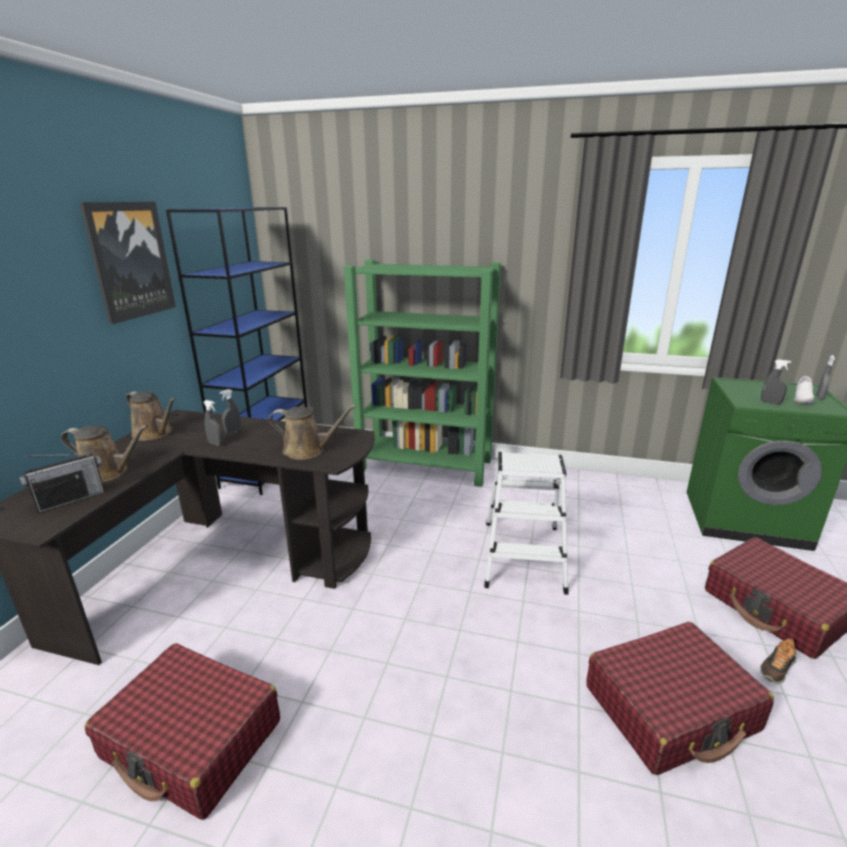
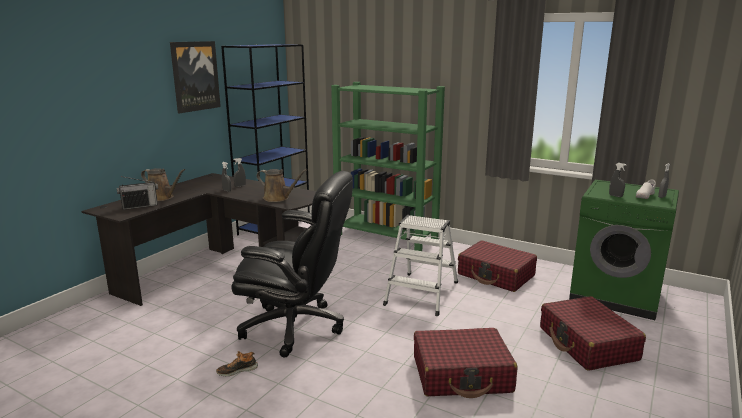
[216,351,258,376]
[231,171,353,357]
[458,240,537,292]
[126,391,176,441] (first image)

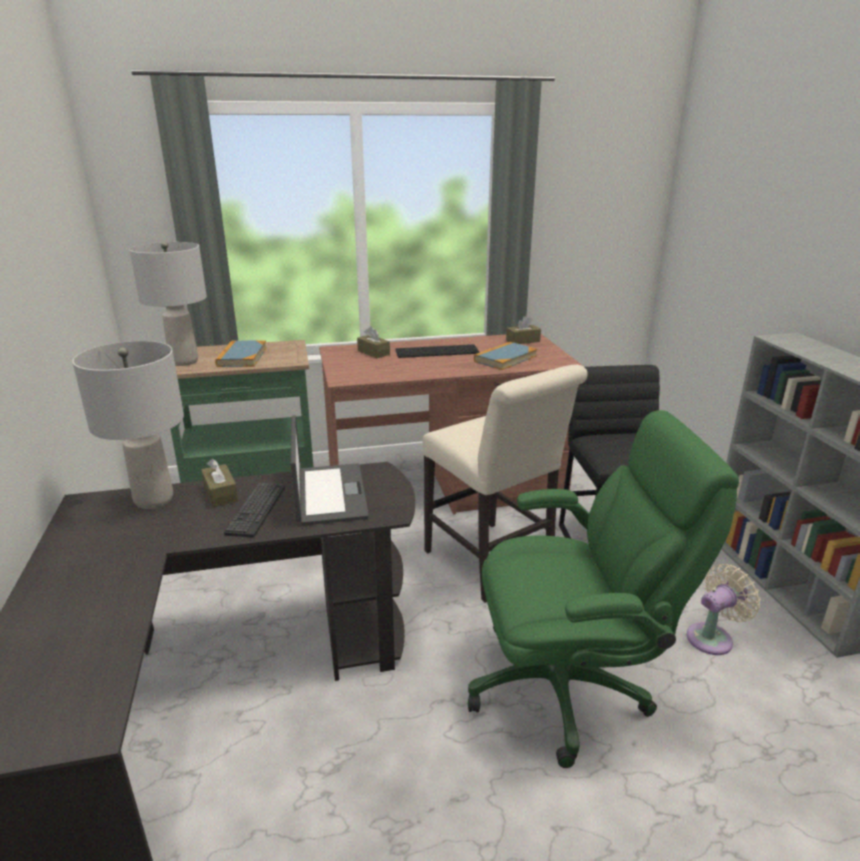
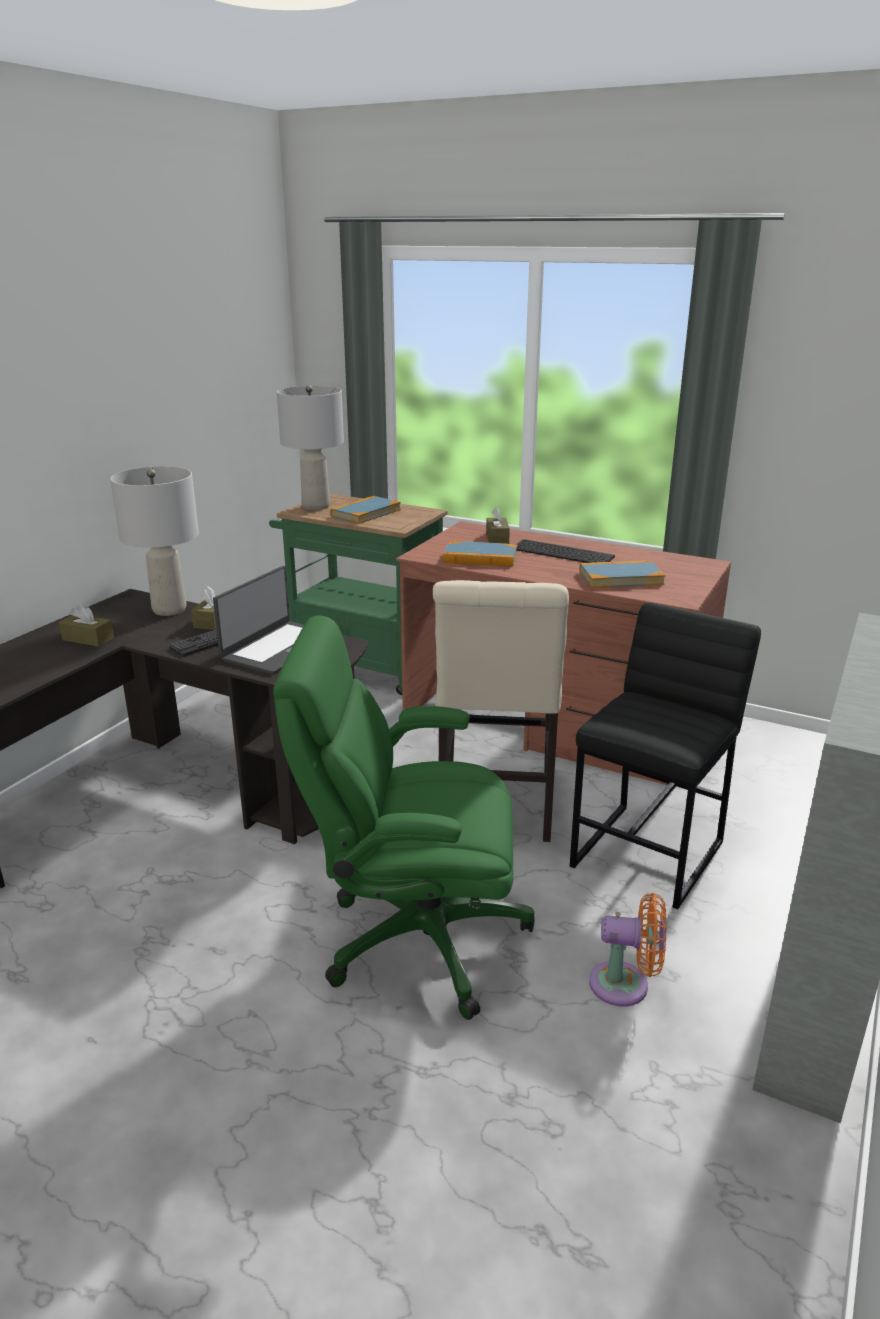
[59,604,114,647]
[273,615,535,1020]
[443,541,517,566]
[589,893,667,1007]

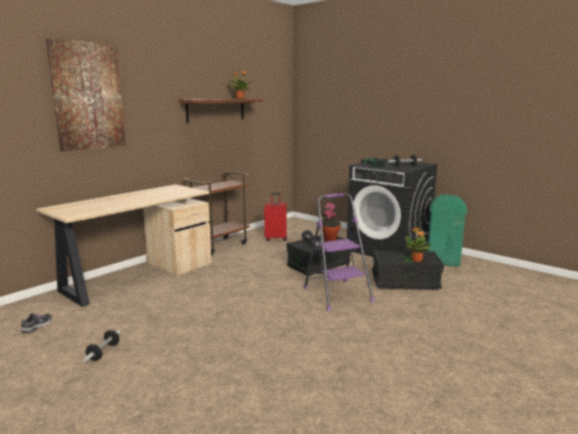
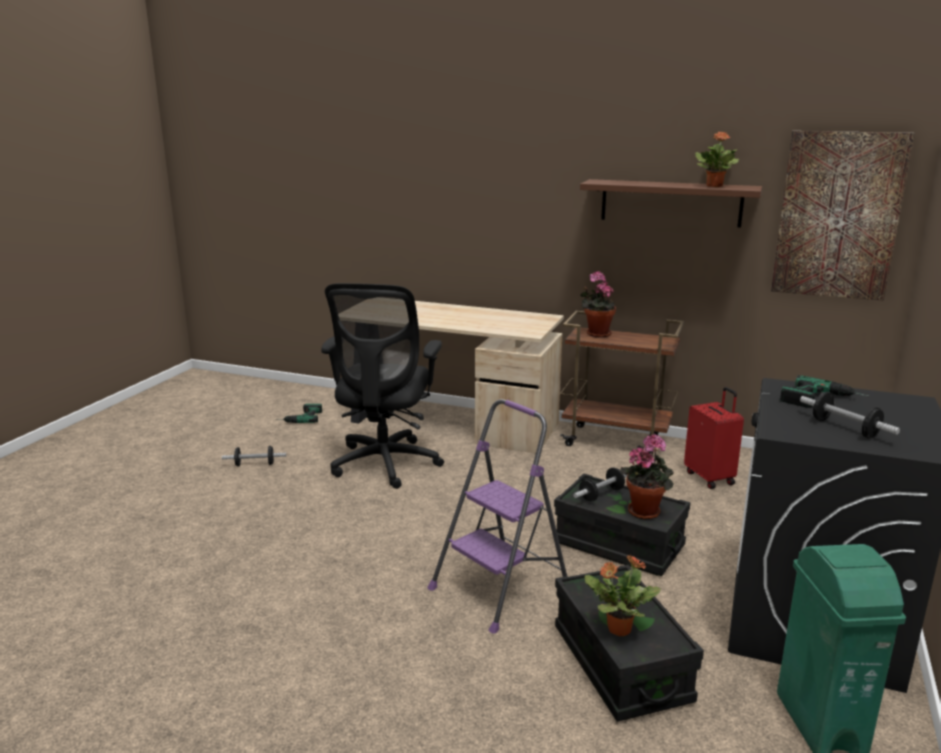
[276,404,322,423]
[321,283,444,489]
[580,271,616,338]
[771,131,915,301]

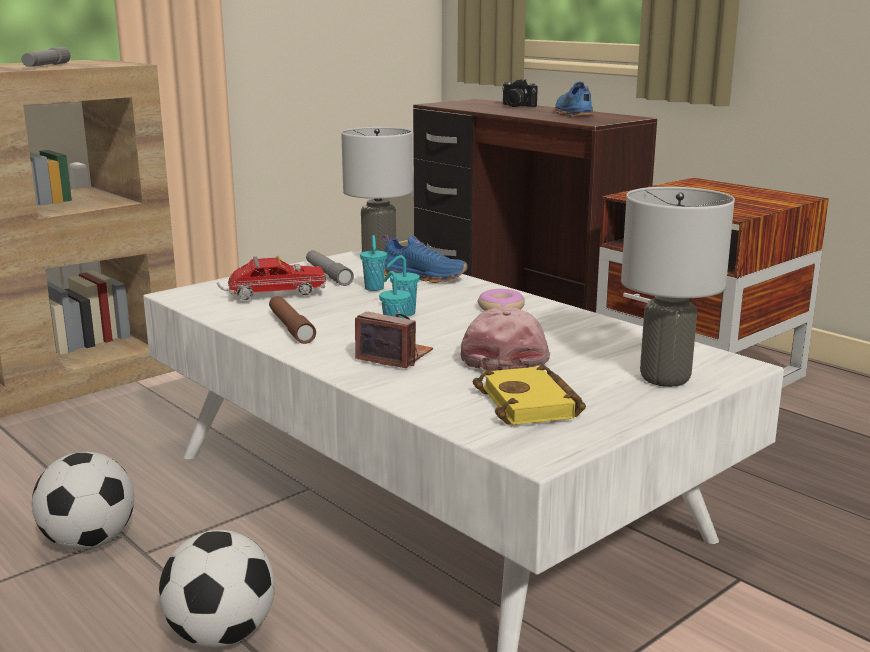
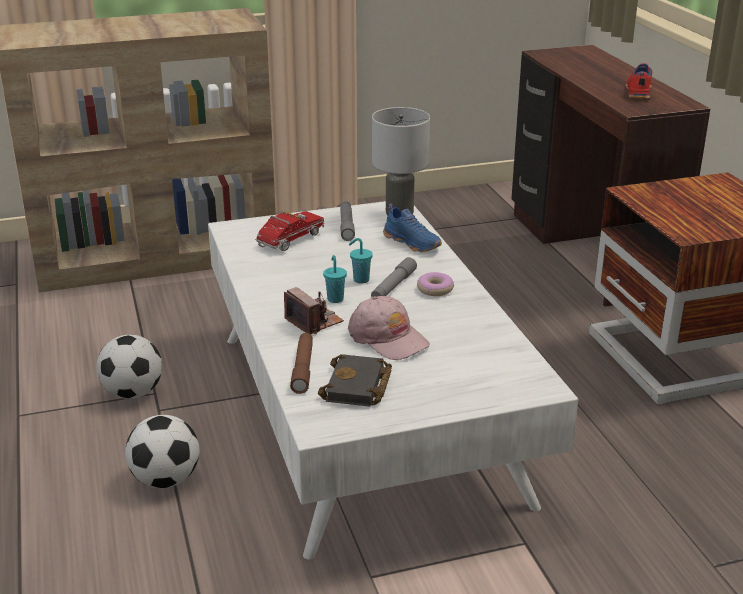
[255,211,324,251]
[290,333,313,394]
[318,354,392,407]
[348,296,430,360]
[371,257,417,297]
[625,63,652,99]
[360,235,387,291] (first image)
[502,79,538,107] (first image)
[621,187,735,387] (first image)

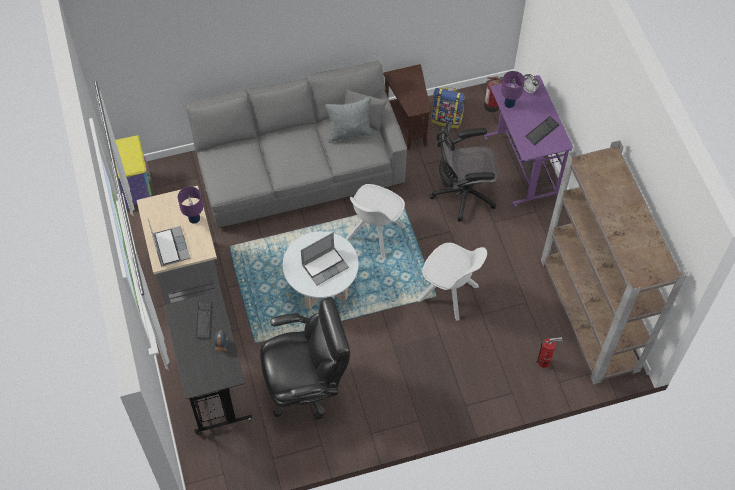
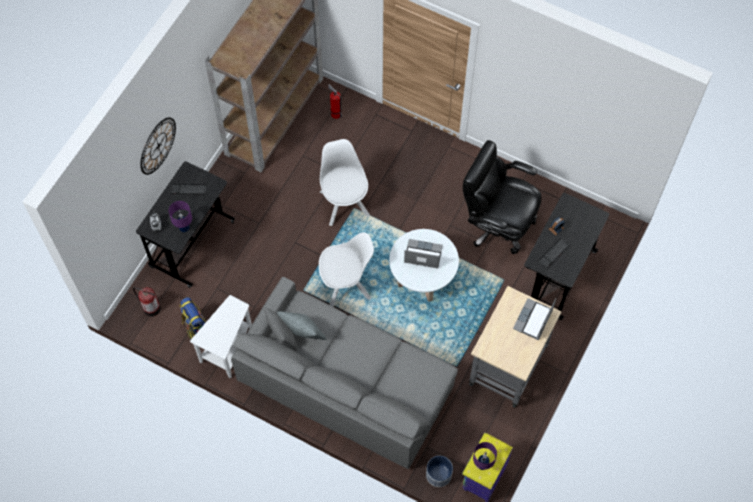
[136,161,235,288]
[140,117,176,175]
[190,295,252,379]
[426,456,453,487]
[473,442,497,470]
[429,122,498,222] (first image)

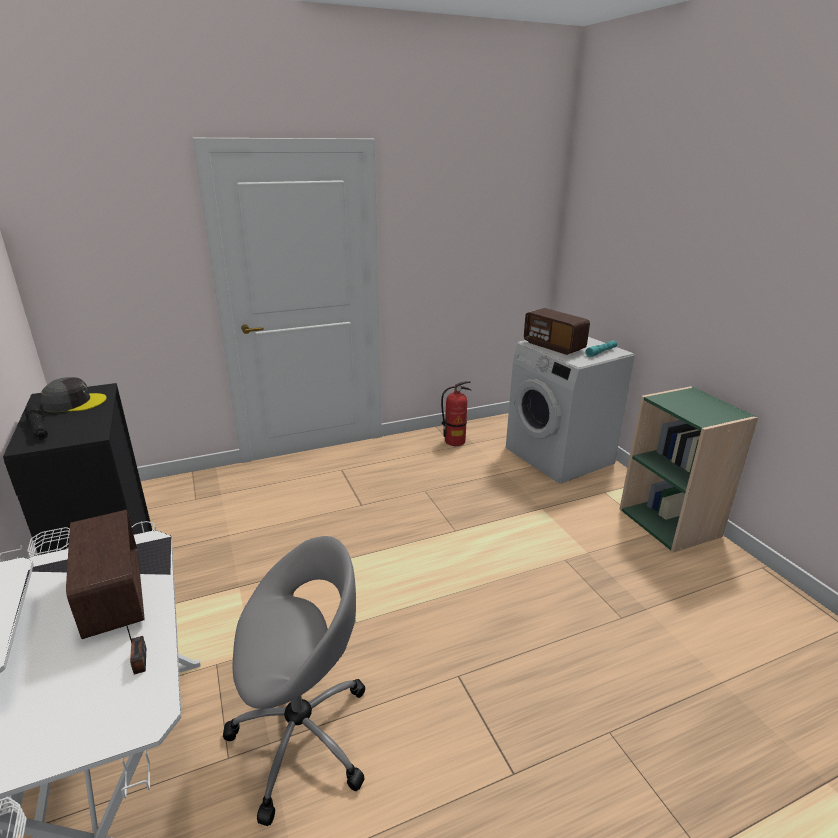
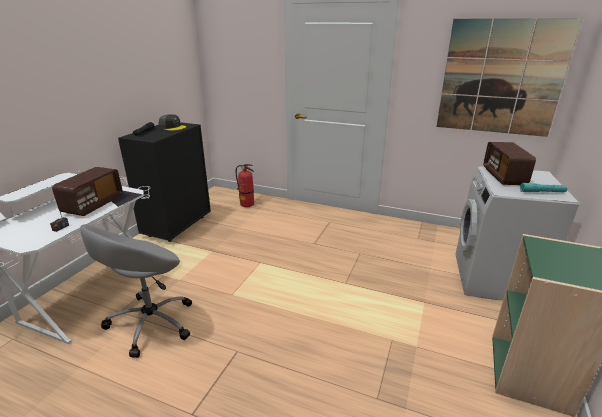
[80,224,192,358]
[236,164,254,207]
[436,18,582,137]

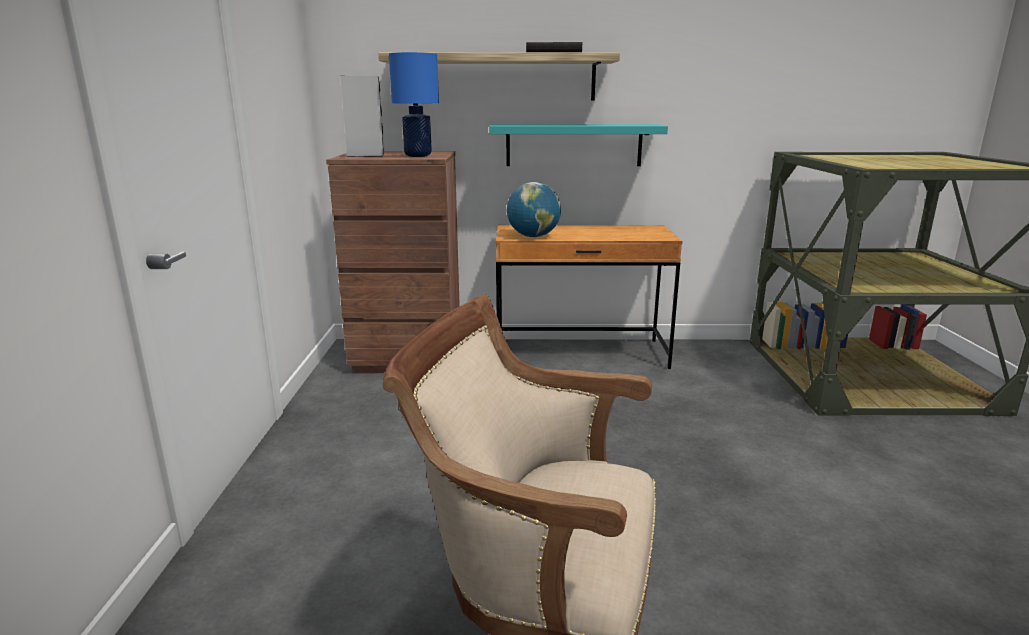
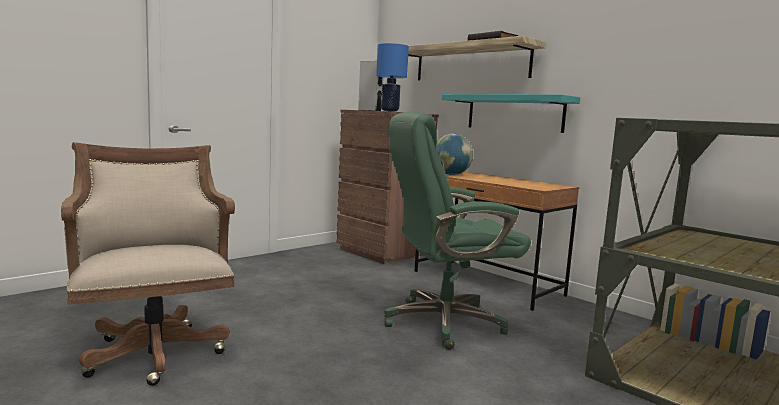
[384,112,531,350]

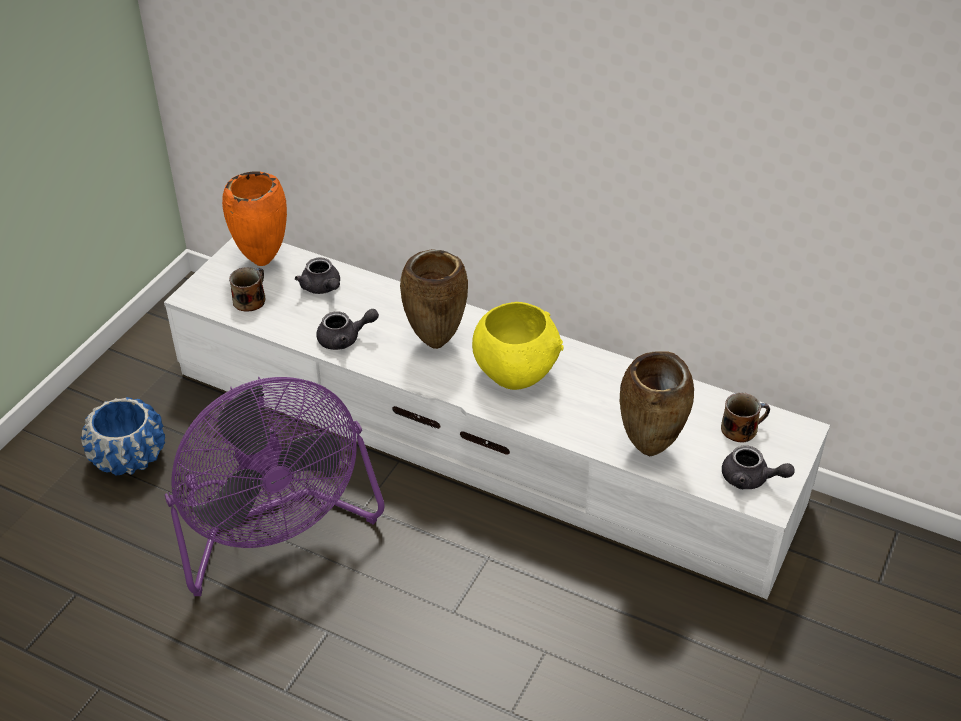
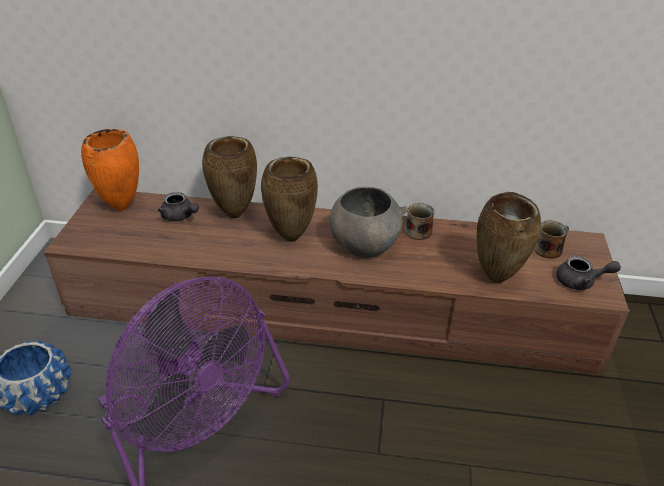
[44,189,630,374]
[202,136,257,218]
[330,187,408,258]
[405,203,434,240]
[316,309,379,350] (first image)

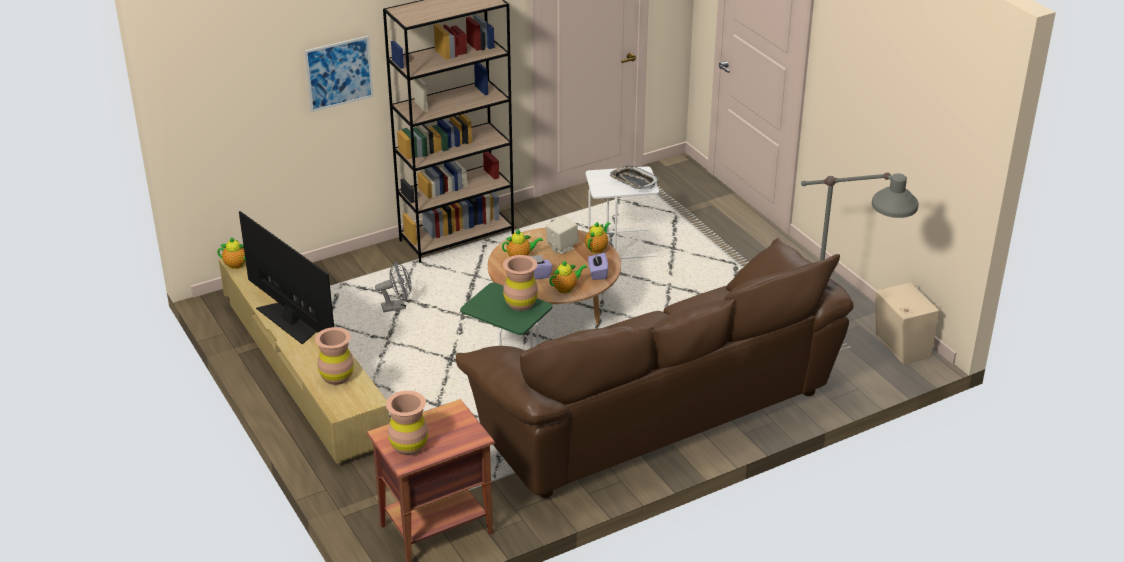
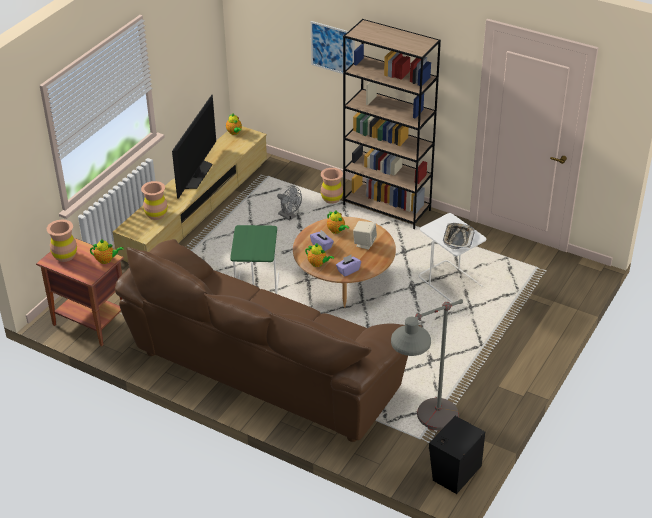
[90,239,124,264]
[321,168,343,204]
[429,416,485,494]

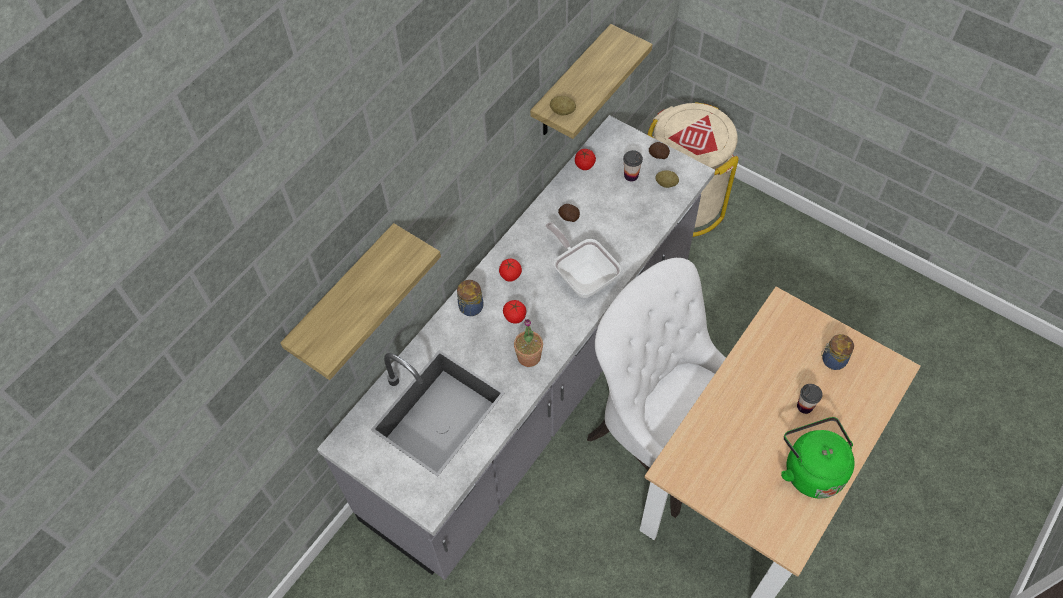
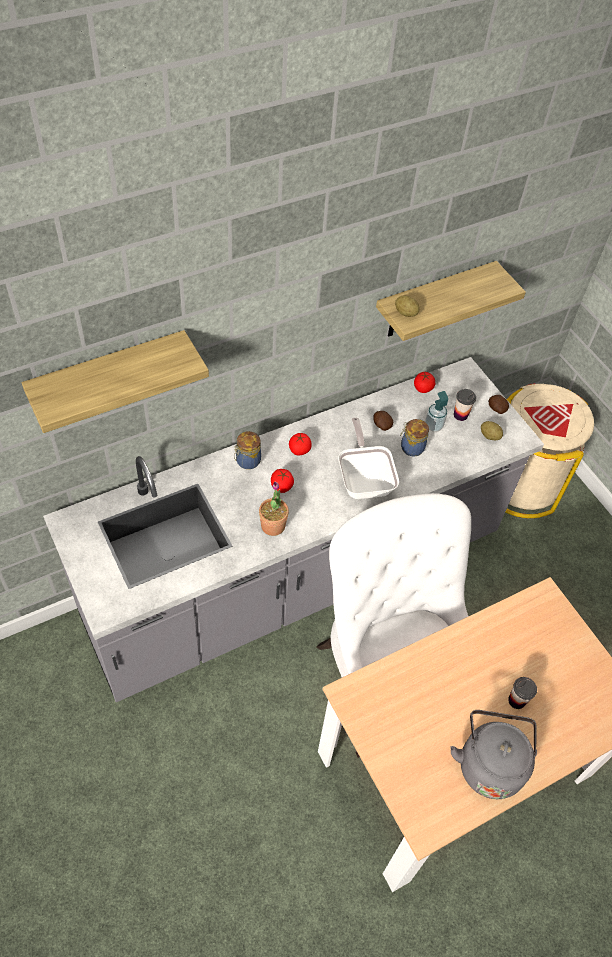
[400,419,429,456]
[425,391,448,432]
[450,710,537,799]

